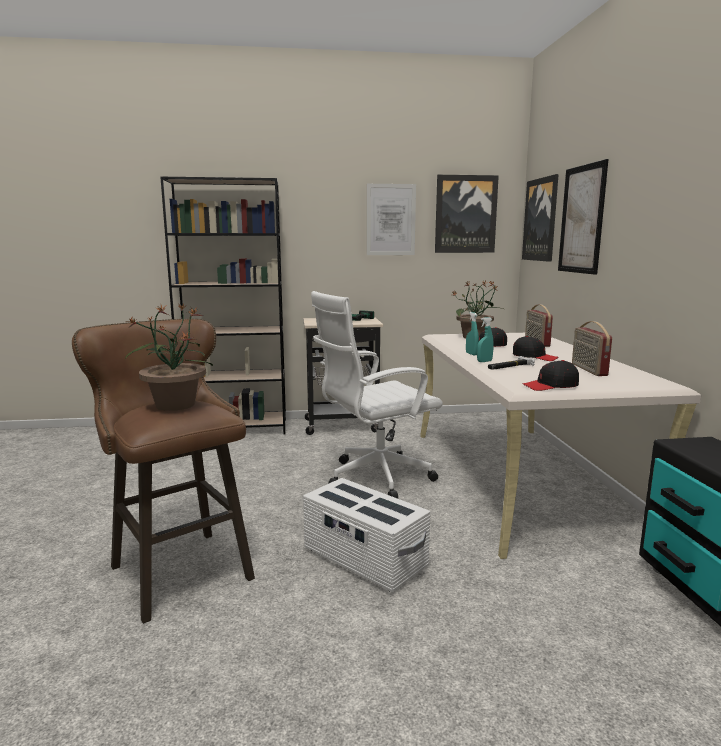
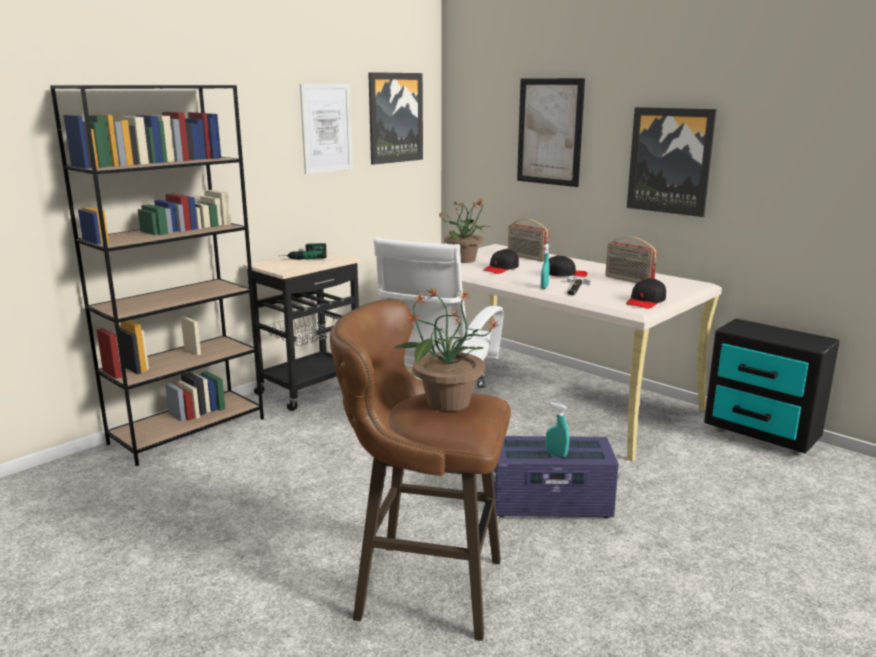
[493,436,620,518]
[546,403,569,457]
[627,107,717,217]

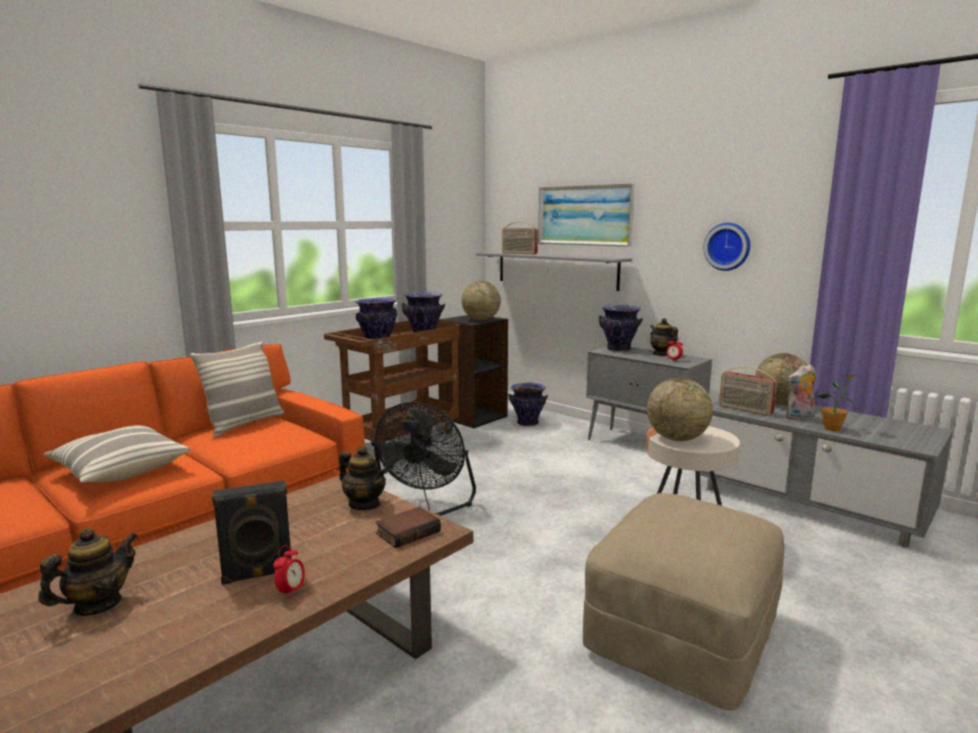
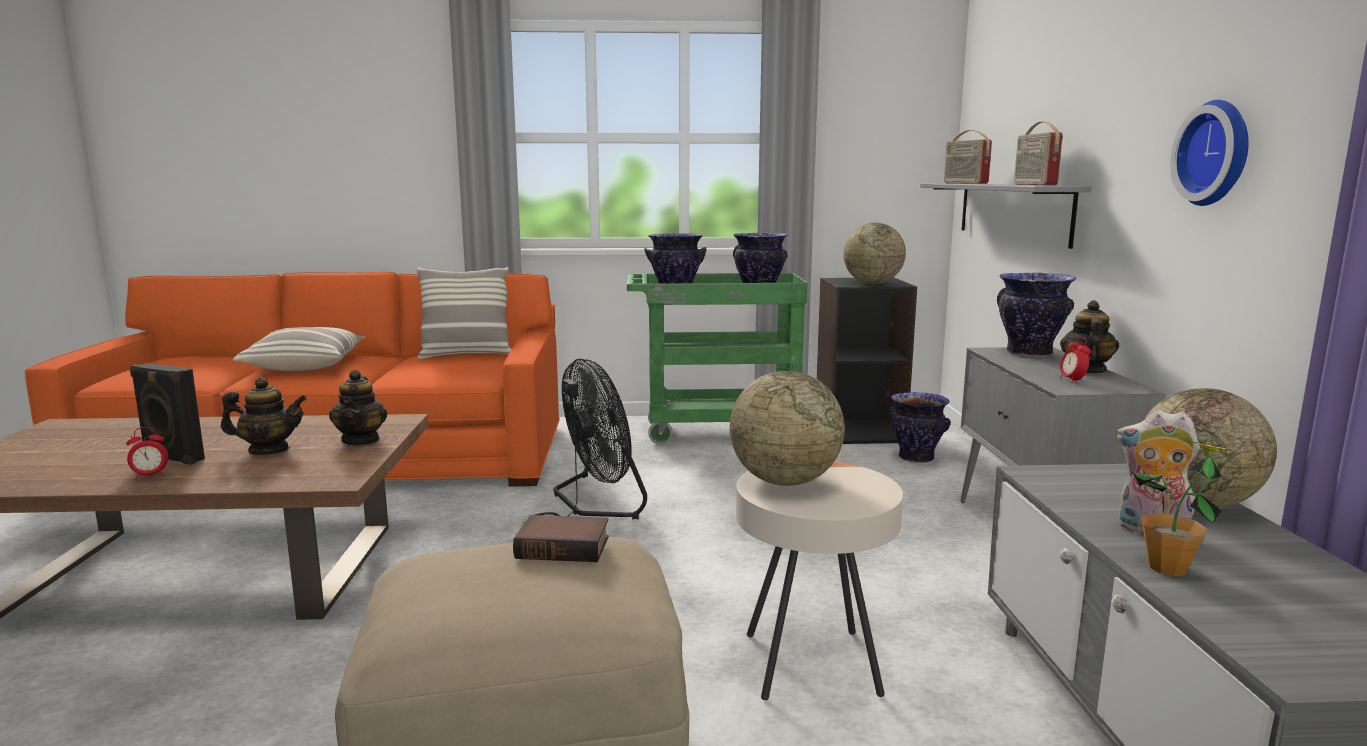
[221,377,307,455]
[513,515,609,562]
[627,273,808,444]
[1014,121,1063,185]
[538,183,635,247] (first image)

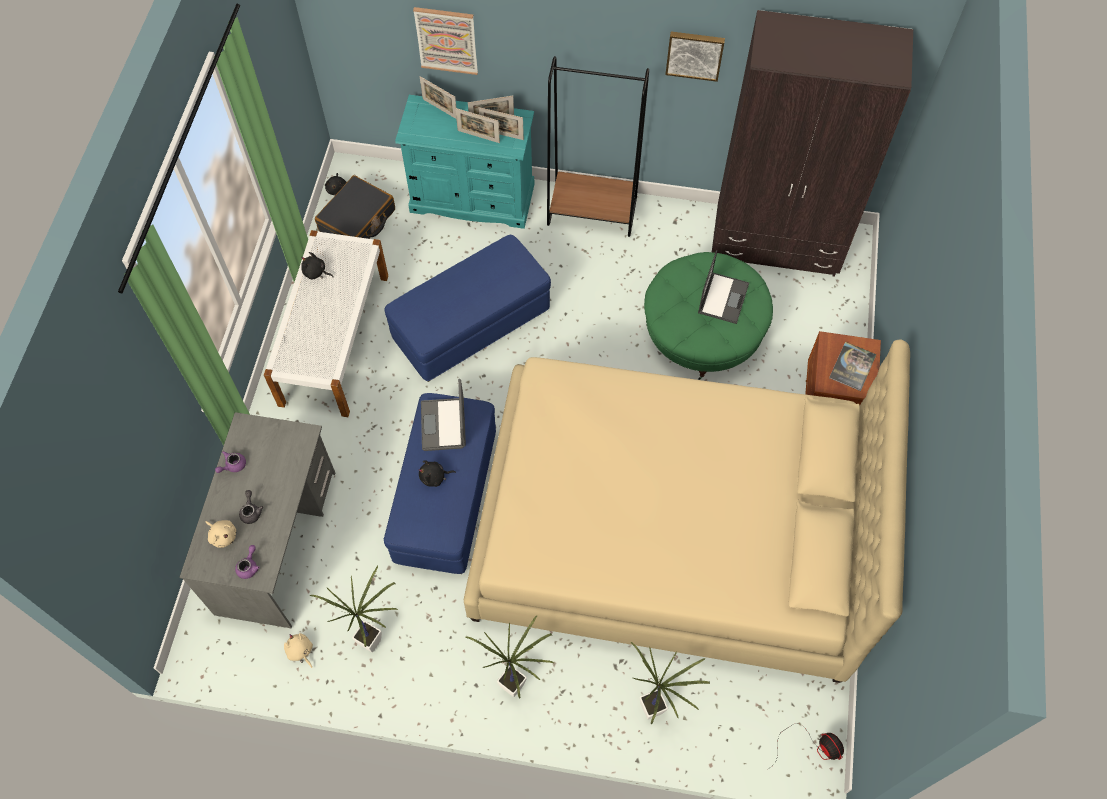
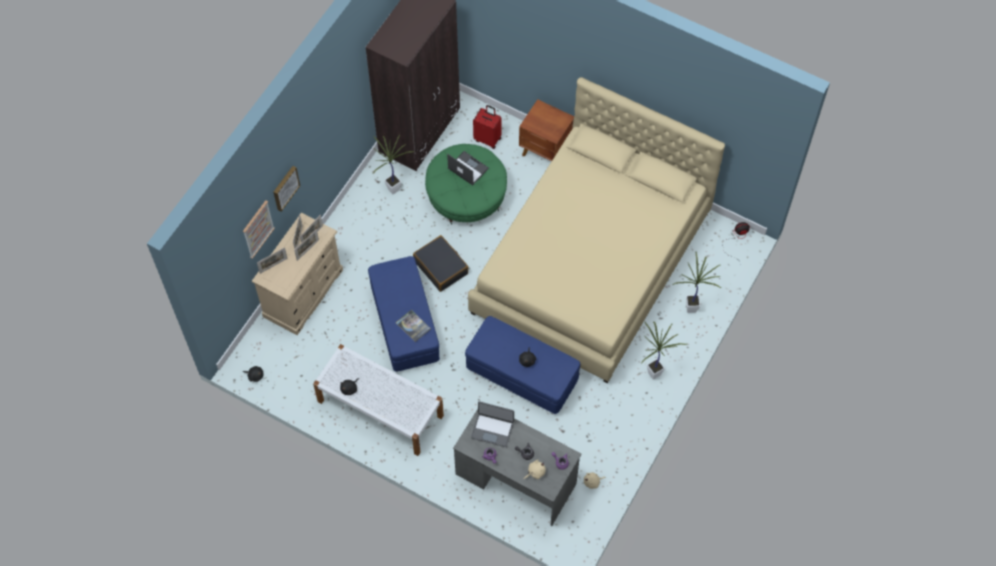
[252,213,343,335]
[273,166,300,212]
[373,135,414,194]
[395,310,431,342]
[413,235,469,292]
[471,401,514,447]
[473,105,502,149]
[547,56,649,237] (first image)

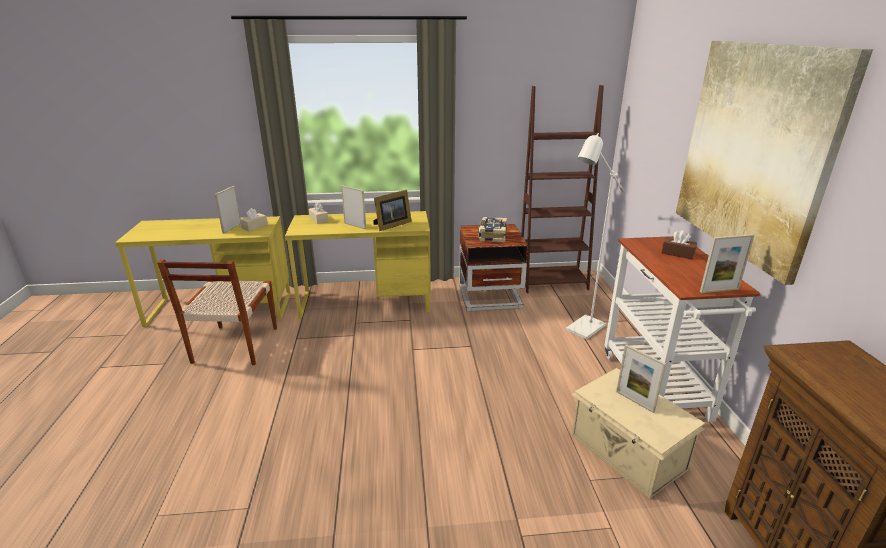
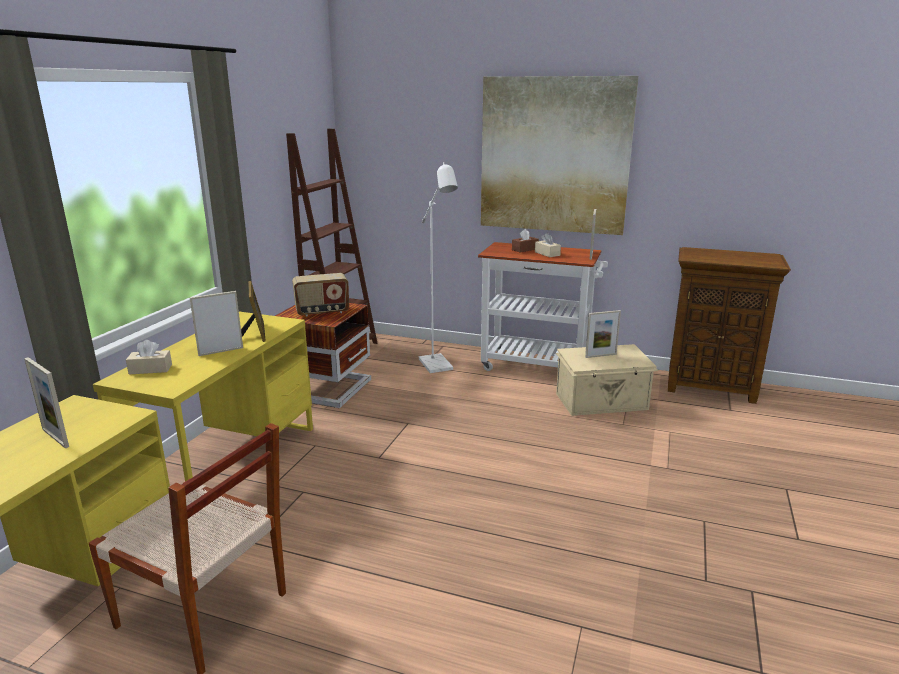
[292,273,349,317]
[535,233,561,257]

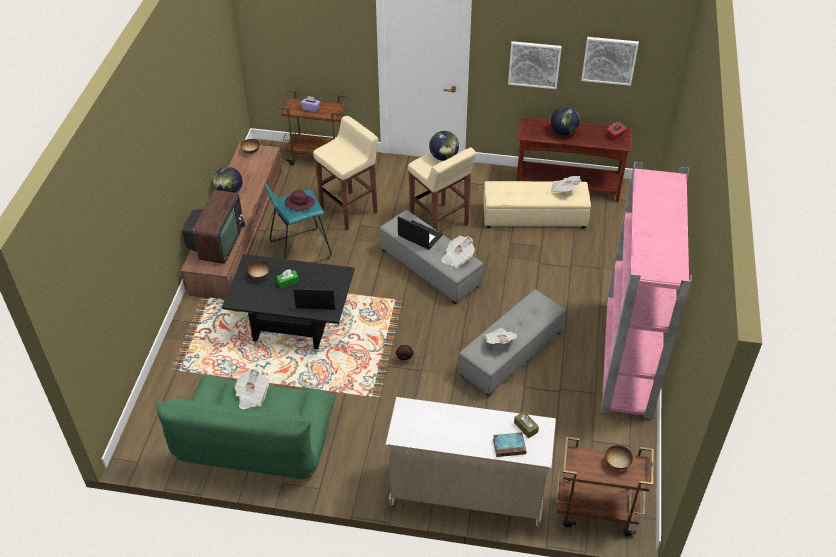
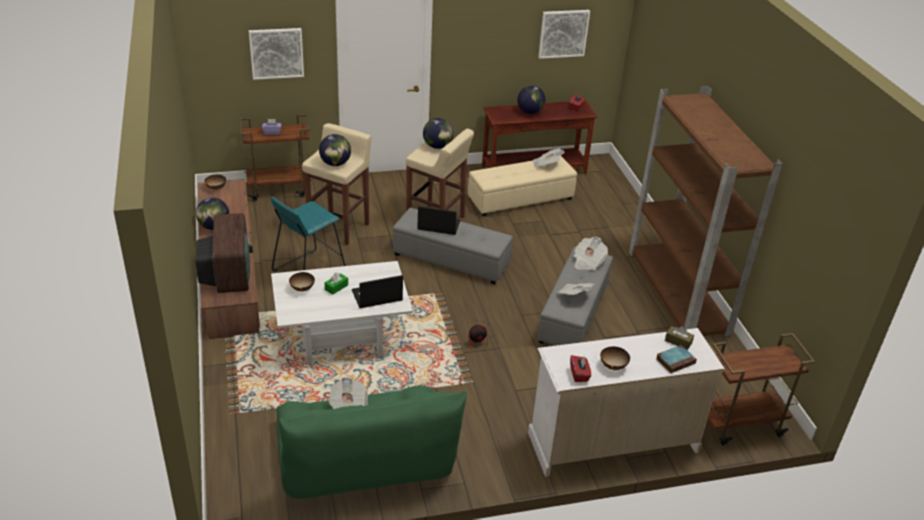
[249,28,304,80]
[271,261,413,364]
[319,134,351,166]
[570,355,591,382]
[574,237,608,270]
[600,346,630,370]
[629,86,783,336]
[284,190,315,212] (first image)

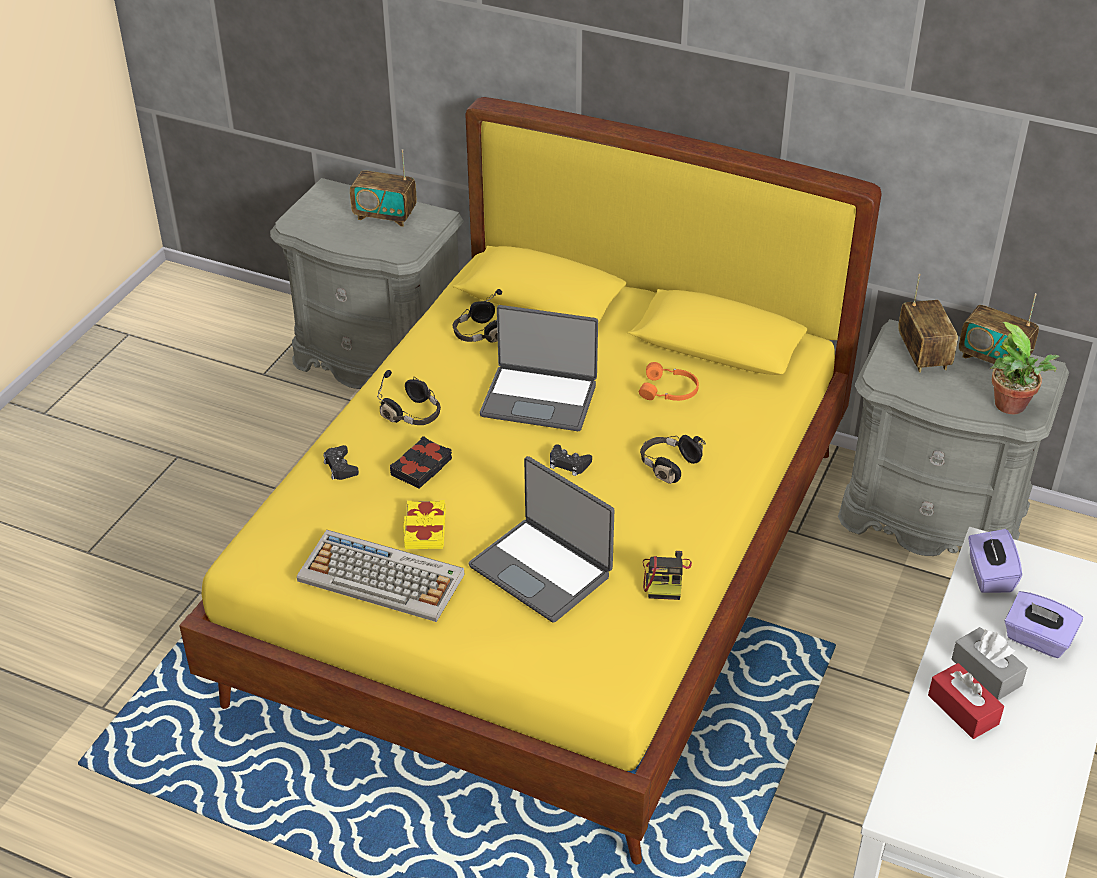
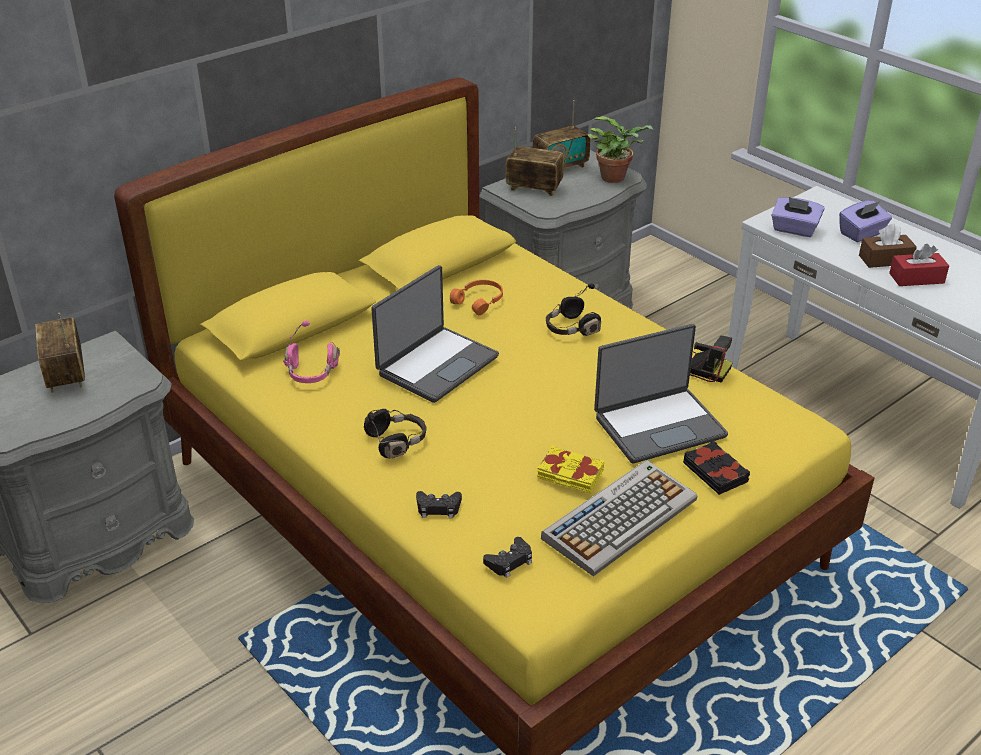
[35,313,85,393]
[283,320,340,383]
[483,537,532,578]
[683,441,750,495]
[859,224,917,268]

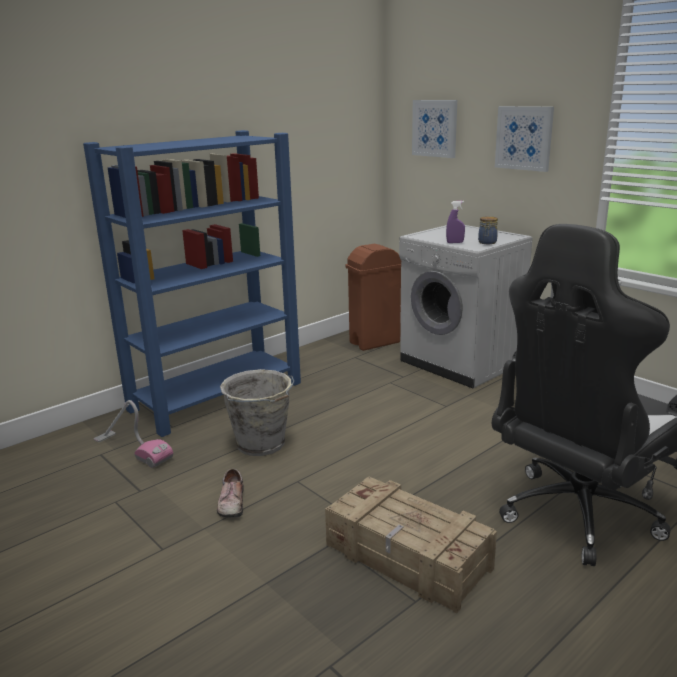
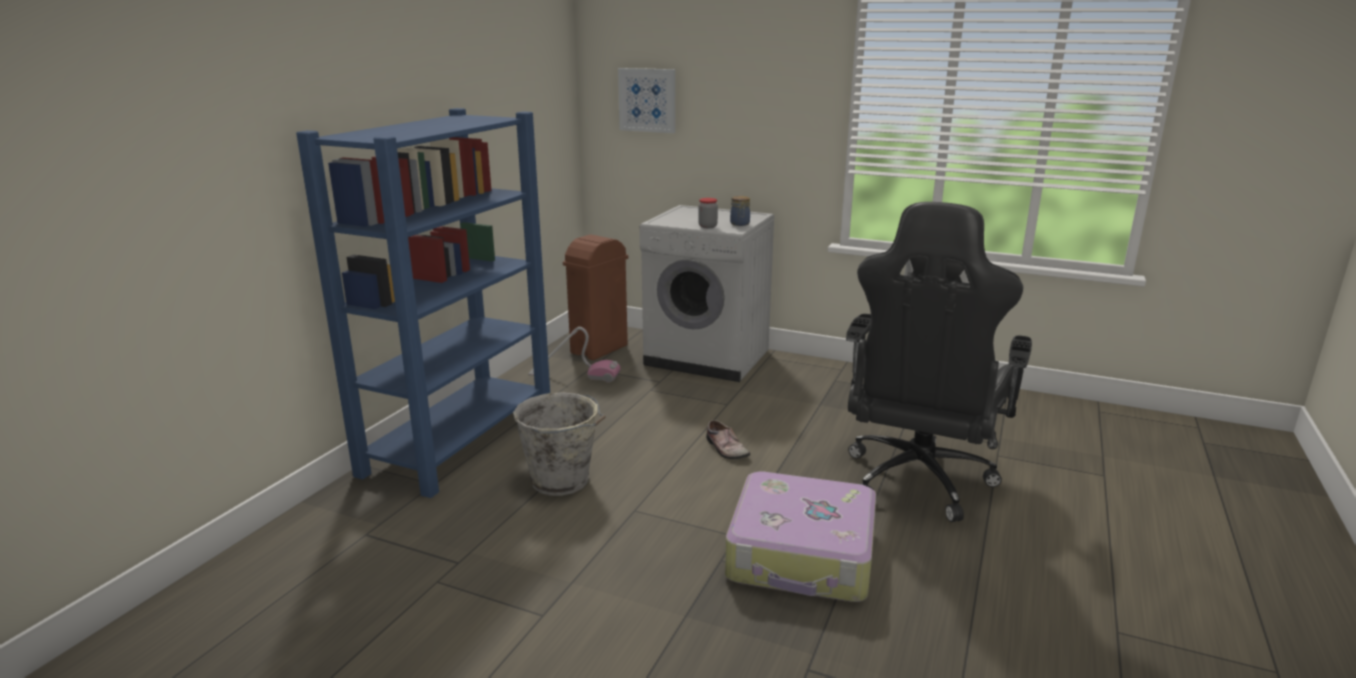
[528,327,621,383]
[698,198,718,228]
[706,420,750,459]
[725,471,876,602]
[495,106,554,172] (first image)

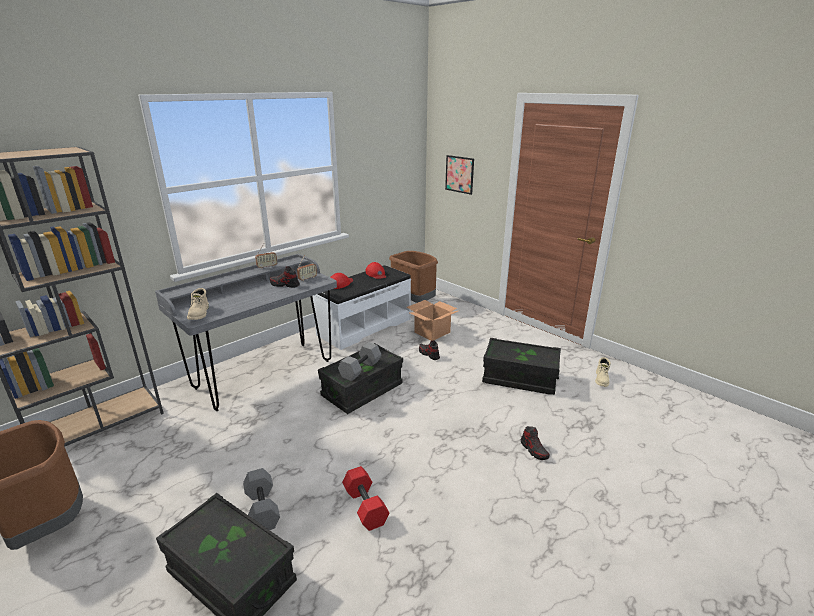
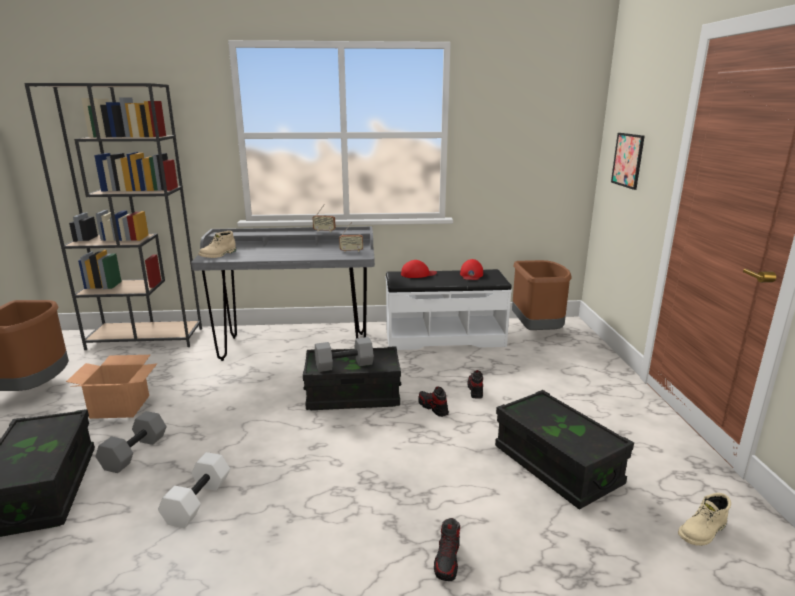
[66,355,157,419]
[158,452,230,528]
[418,387,449,417]

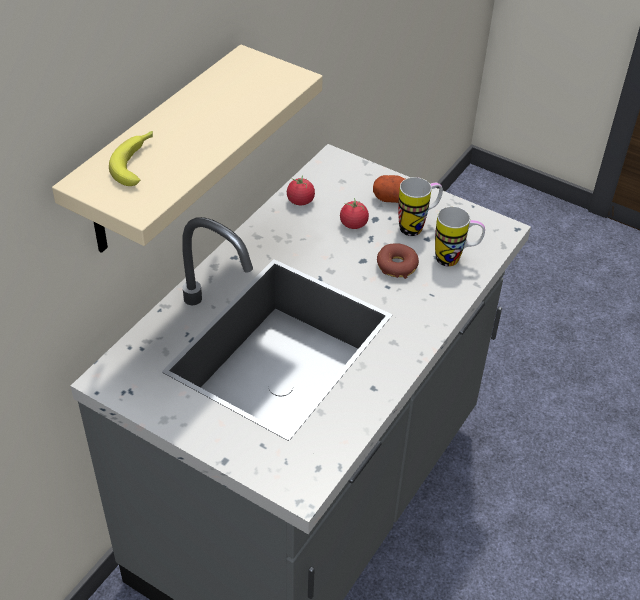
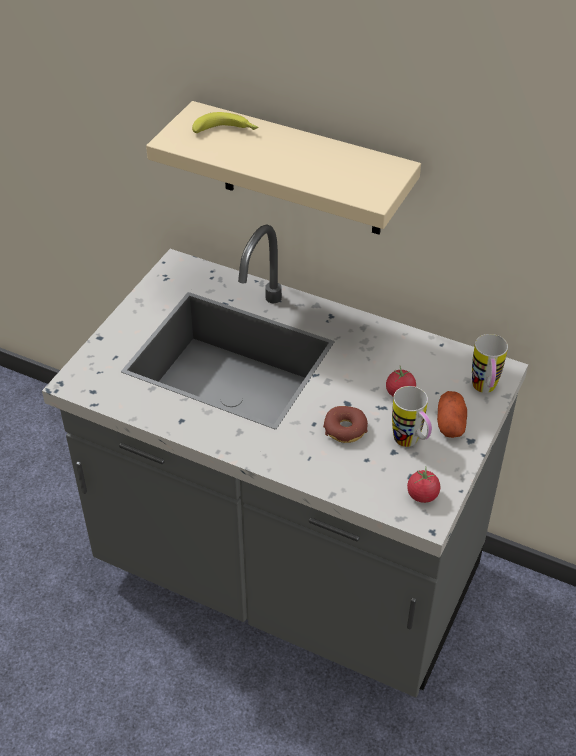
[407,466,440,503]
[472,334,508,393]

